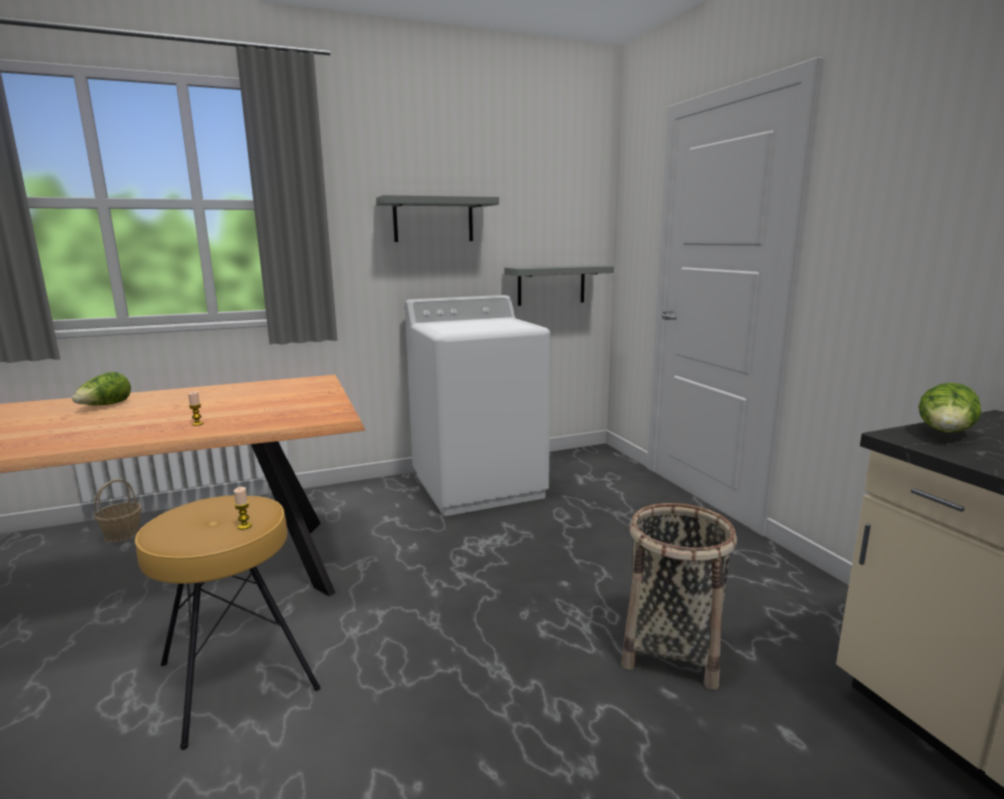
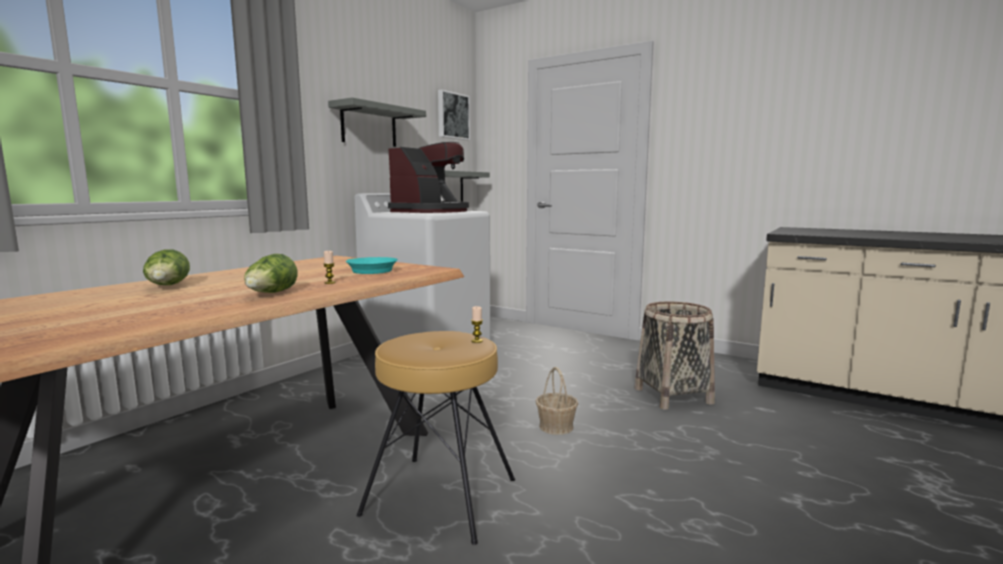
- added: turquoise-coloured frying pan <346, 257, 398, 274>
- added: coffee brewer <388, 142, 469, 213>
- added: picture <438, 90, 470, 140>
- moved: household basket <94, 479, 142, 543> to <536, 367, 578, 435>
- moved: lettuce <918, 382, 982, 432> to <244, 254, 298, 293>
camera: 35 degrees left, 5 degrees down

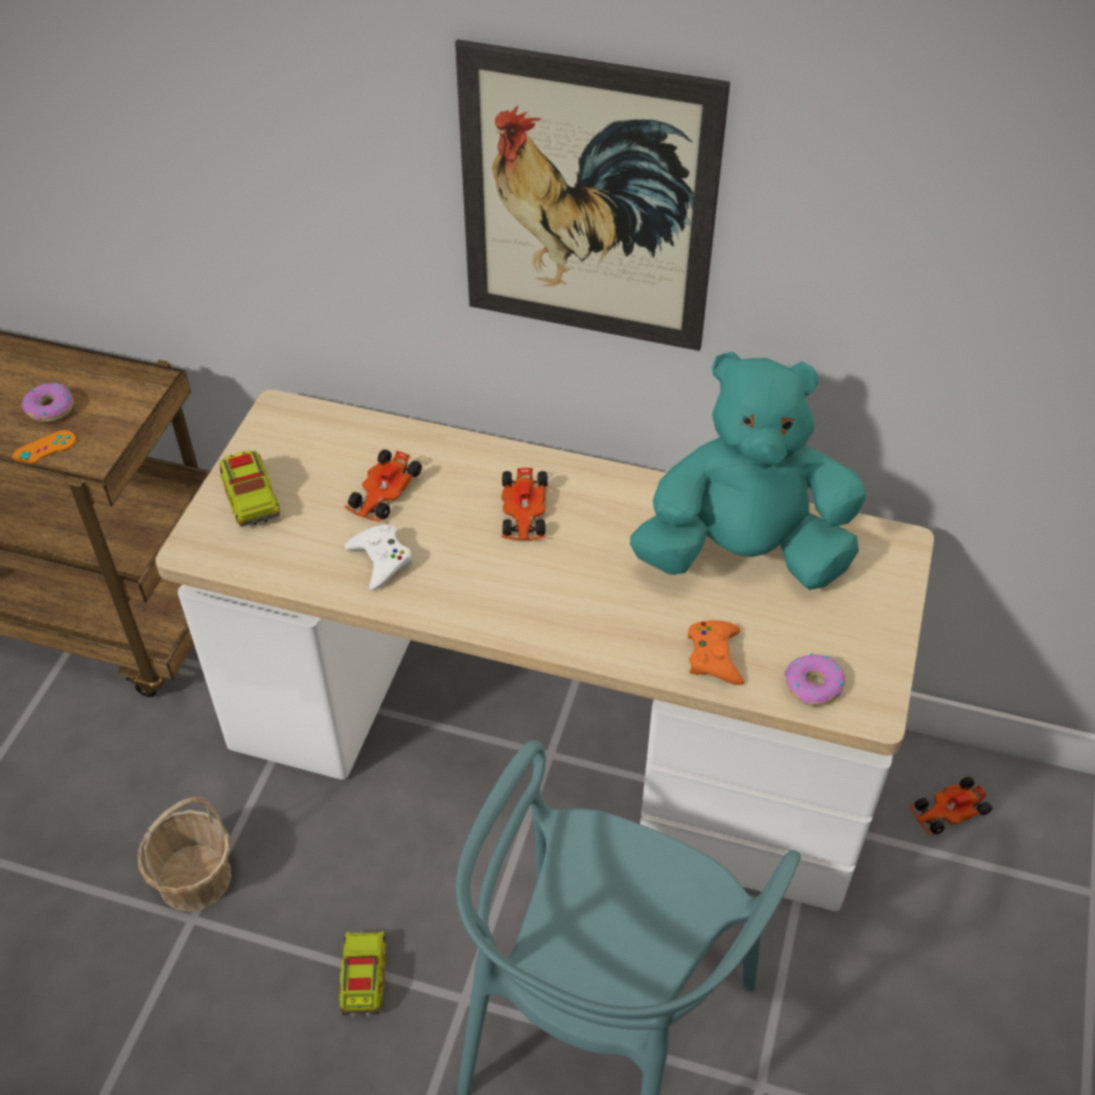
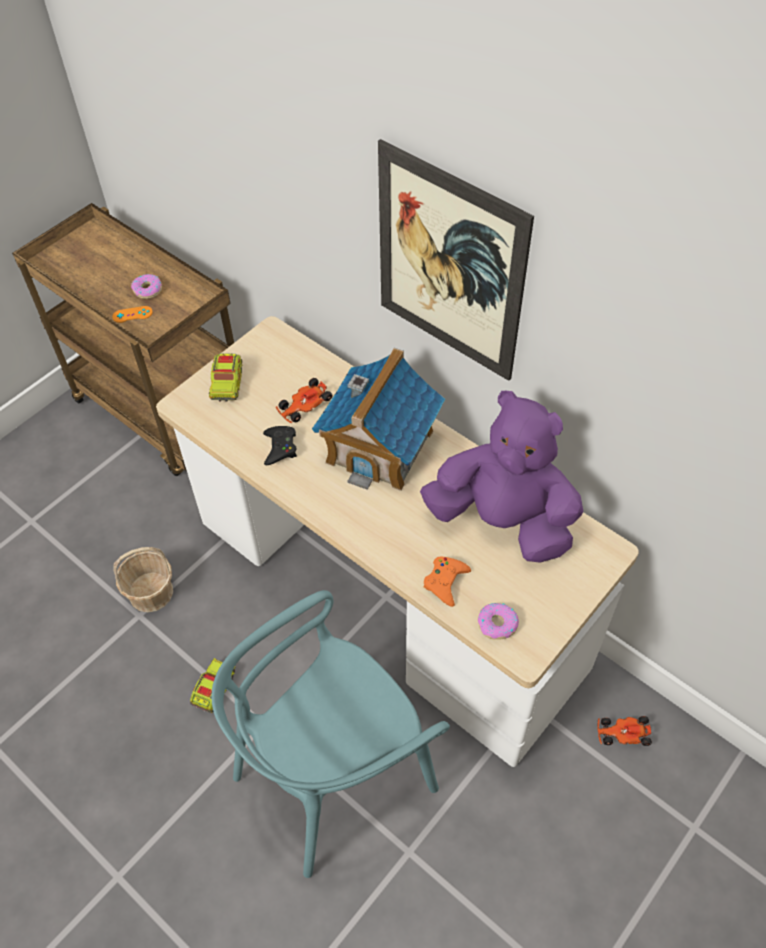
- replaced: toy car <501, 468, 548, 540> to model house <312, 348, 445, 491>
- recoloured: white game controller <345, 524, 413, 590> to black game controller <263, 426, 297, 465>
- recoloured: turquoise-coloured plush toy <630, 351, 866, 590> to purple plush toy <420, 391, 583, 563>
camera: 25 degrees right, 5 degrees up

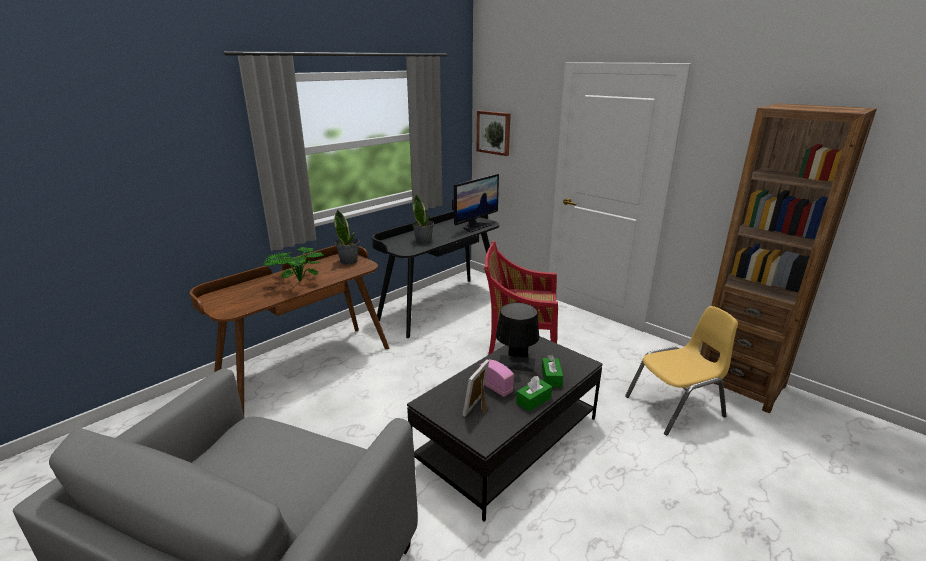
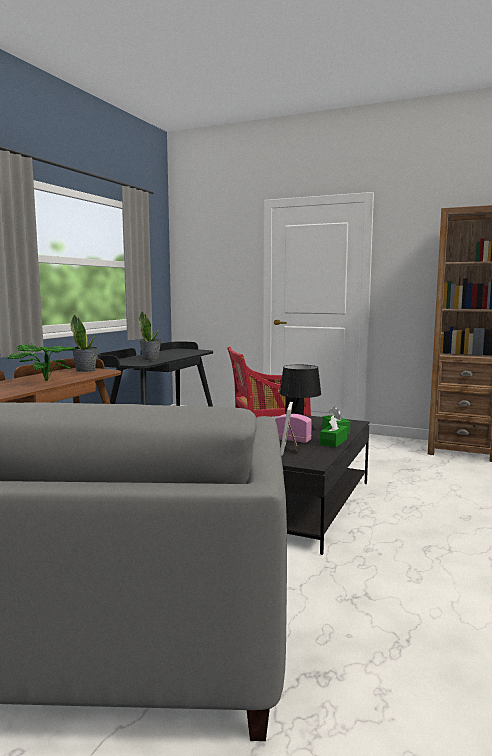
- removed: computer display <452, 174, 499, 232>
- removed: picture <477, 111, 511, 156>
- removed: yellowish upright chair <625, 306, 738, 435>
camera: 20 degrees left, 15 degrees down

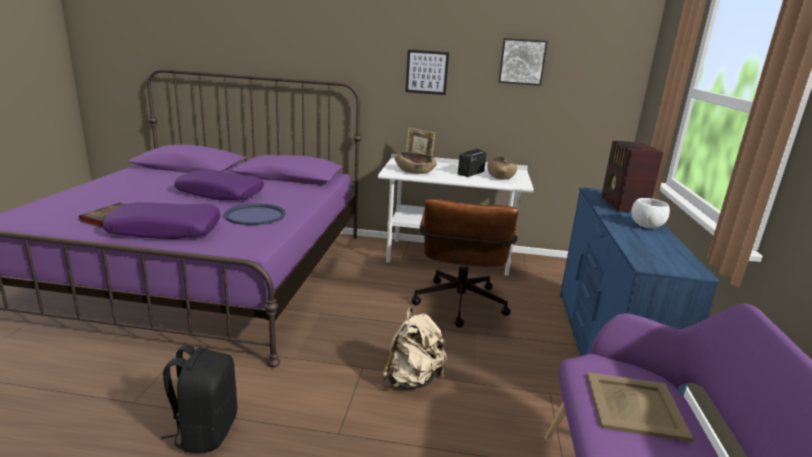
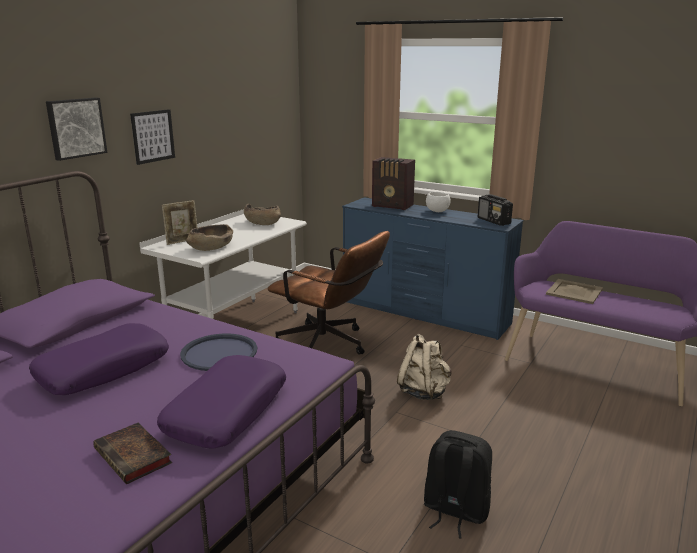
- moved: radio set <458, 149, 486, 177> to <478, 194, 513, 226>
- moved: picture <499, 38, 548, 86> to <46, 98, 108, 161>
camera: 65 degrees left, 0 degrees up

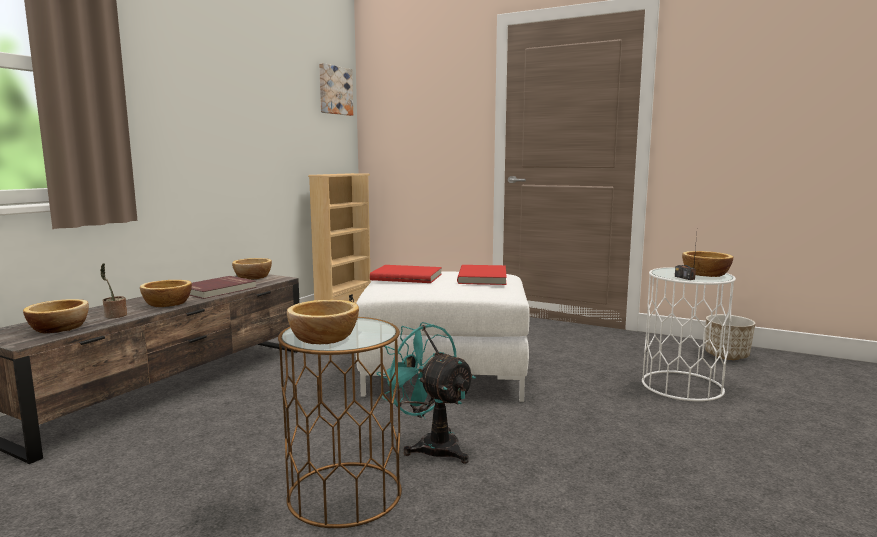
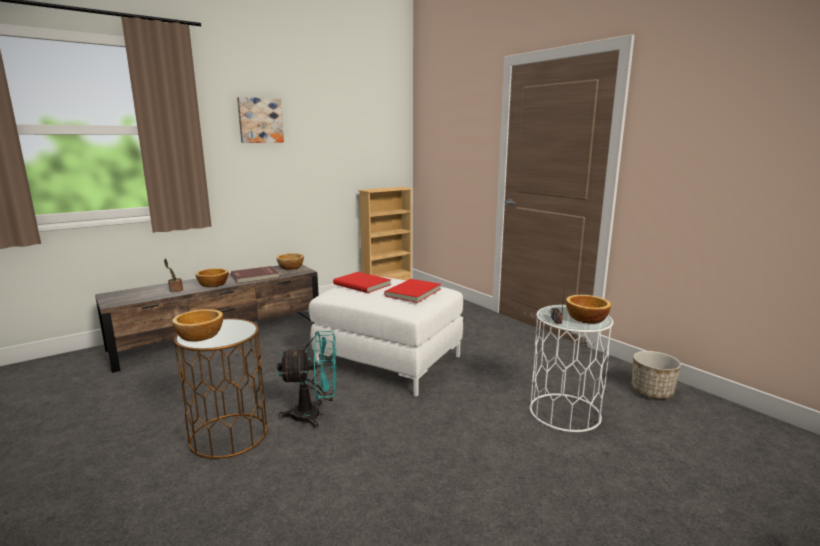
- removed: serving bowl <23, 299, 89, 333>
- moved: picture <319, 63, 353, 116> to <237, 97, 284, 143>
- turned: turquoise-coloured electric fan <377, 322, 476, 464> = <277, 331, 337, 429> 105 degrees clockwise
camera: 25 degrees right, 5 degrees up

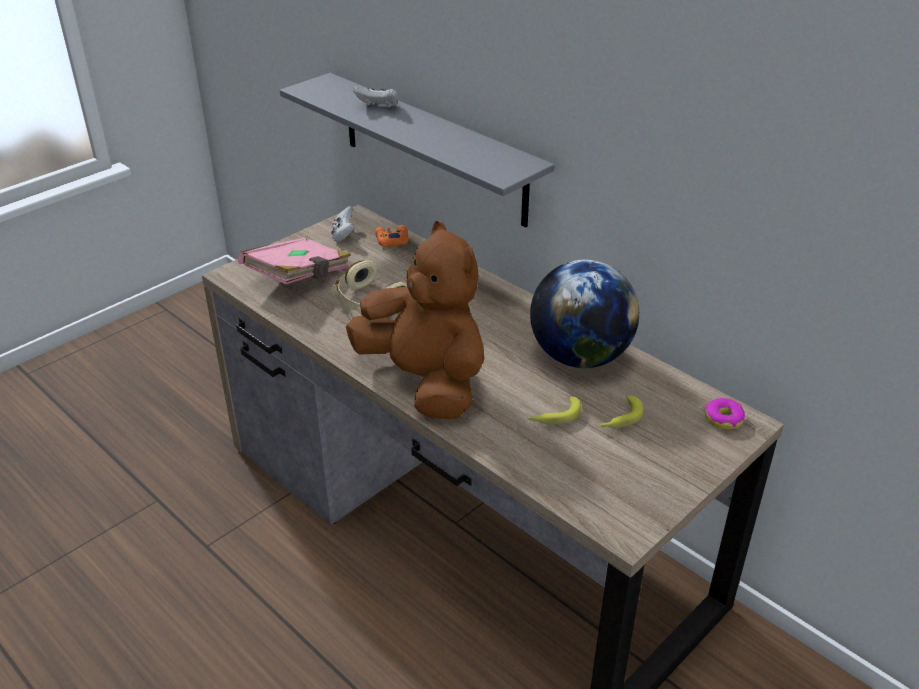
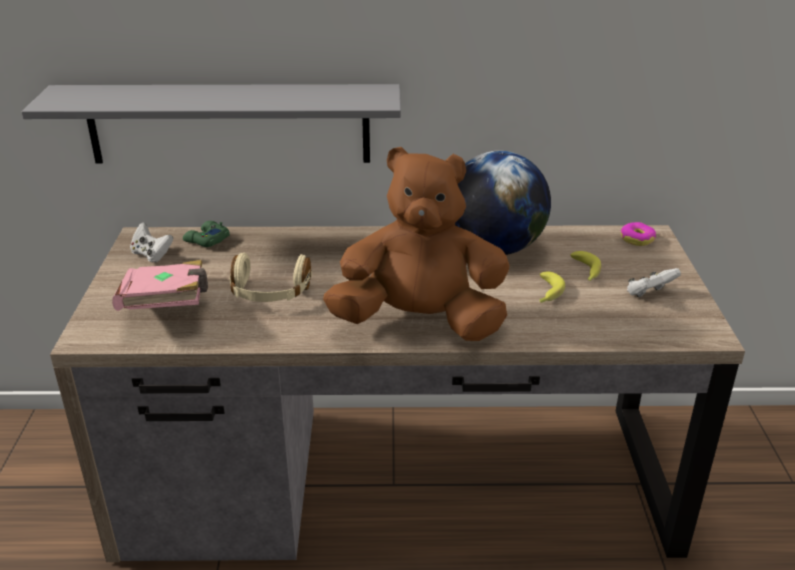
- moved: white game controller <353, 85, 398, 108> to <627, 268, 681, 297>
- recoloured: orange-coloured game controller <375, 225, 409, 247> to green-coloured game controller <183, 221, 230, 247>
camera: 45 degrees left, 5 degrees down

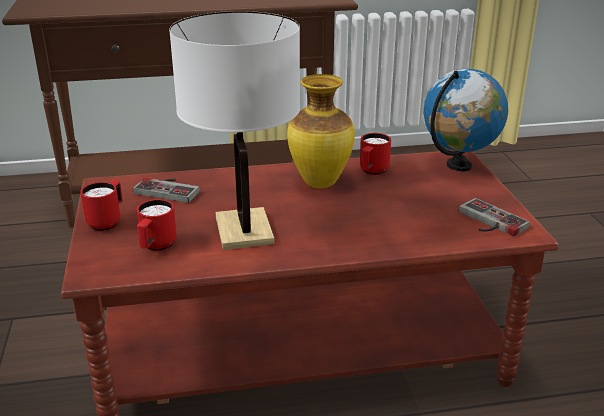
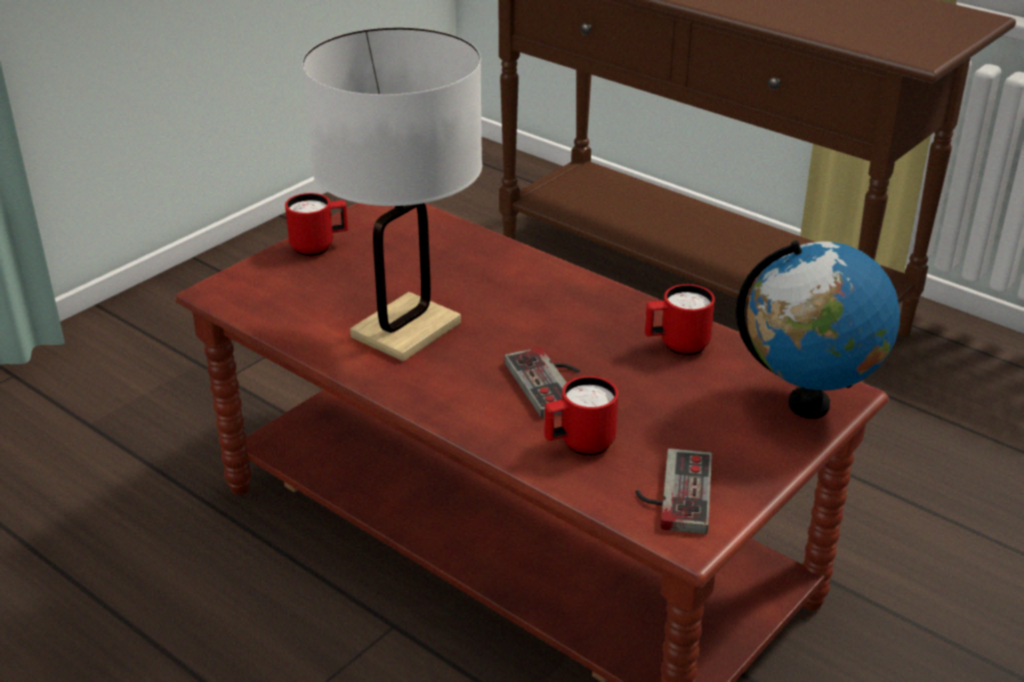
- removed: vase <287, 74, 355, 188>
- moved: game controller <133, 178, 200, 203> to <505, 347, 580, 418>
- moved: reddish mug <137, 199, 177, 251> to <544, 376, 618, 456>
camera: 50 degrees right, 5 degrees up

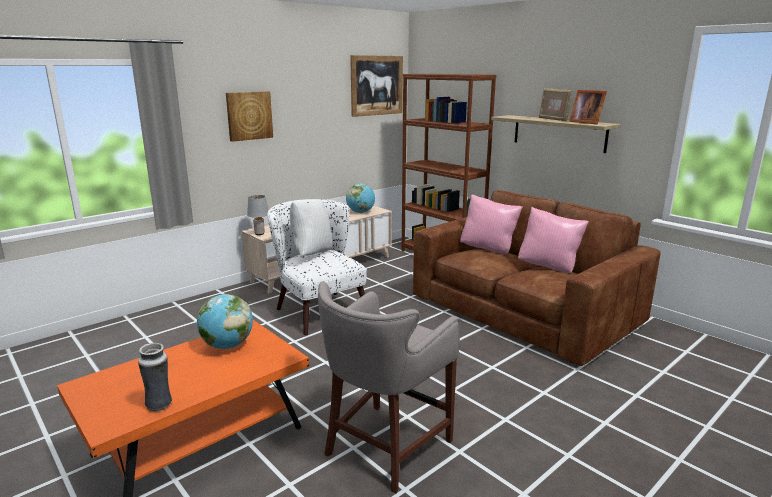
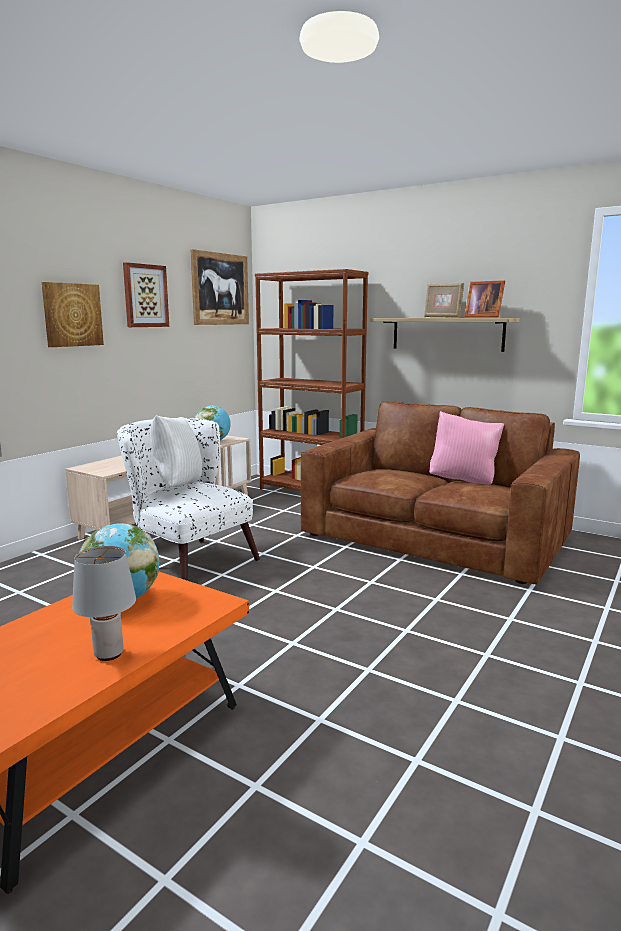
- removed: vase <138, 343, 172, 411>
- removed: greyish stool seat <318, 282, 460, 493>
- removed: pink-coloured pillow <460, 194, 523, 254>
- added: picture <123, 262, 169, 327>
- moved: greyish table lamp <247, 195, 269, 235> to <72, 546, 136, 661>
camera: 15 degrees left, 5 degrees down

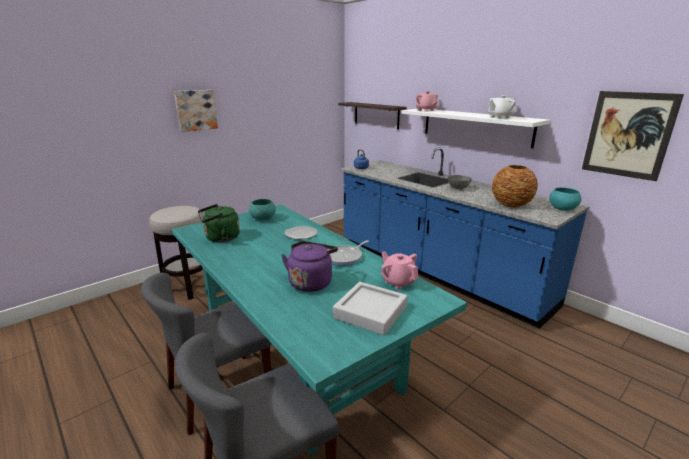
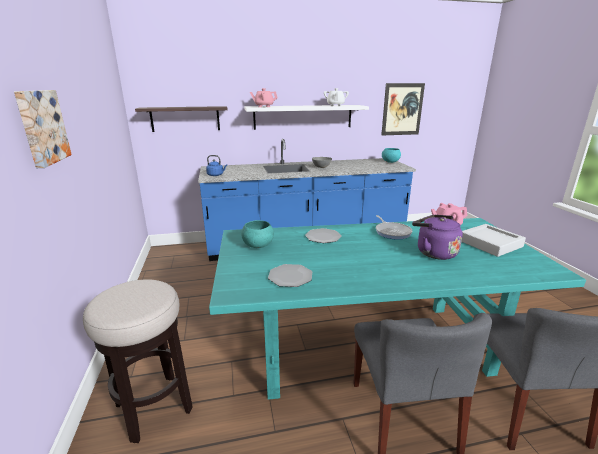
- removed: vase <492, 165, 538, 208>
- replaced: green-coloured tea kettle <198, 204, 240, 242> to plate <268, 264, 312, 287>
camera: 60 degrees left, 0 degrees up

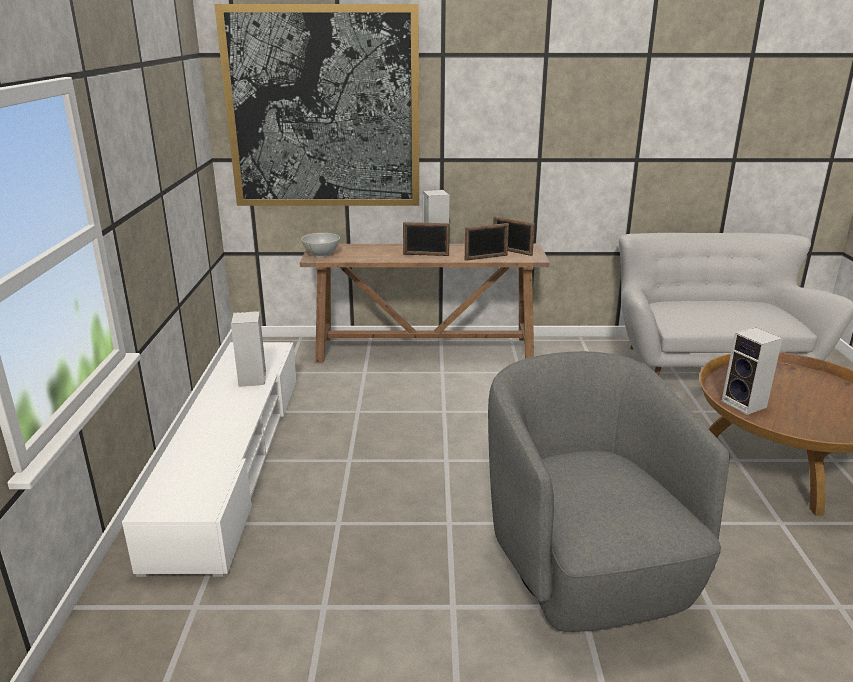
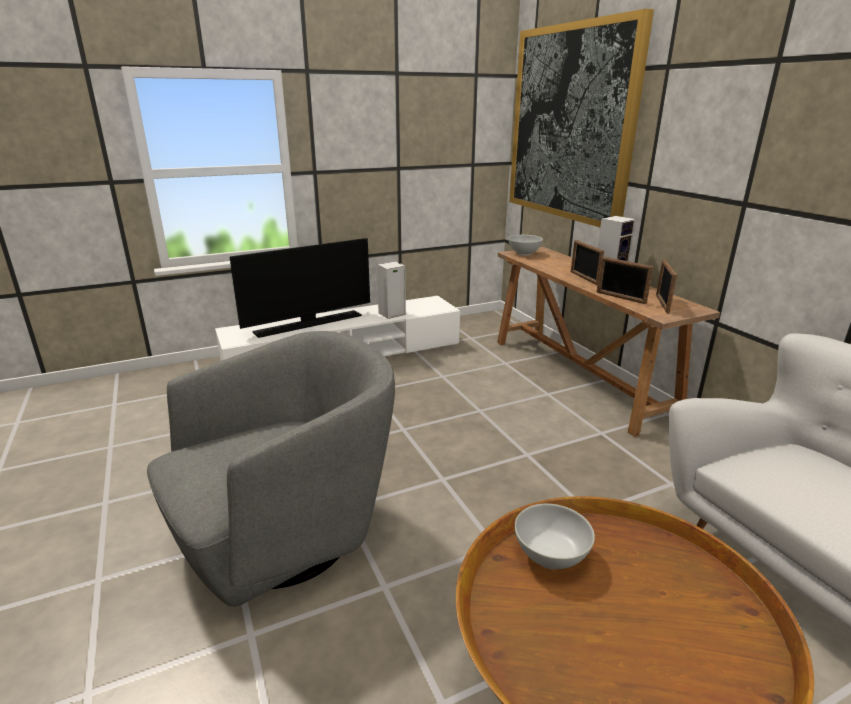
- added: TV set <230, 238, 370, 338>
- replaced: loudspeaker <722, 327, 783, 415> to white serving bowl <515, 504, 595, 569>
camera: 65 degrees right, 0 degrees up

